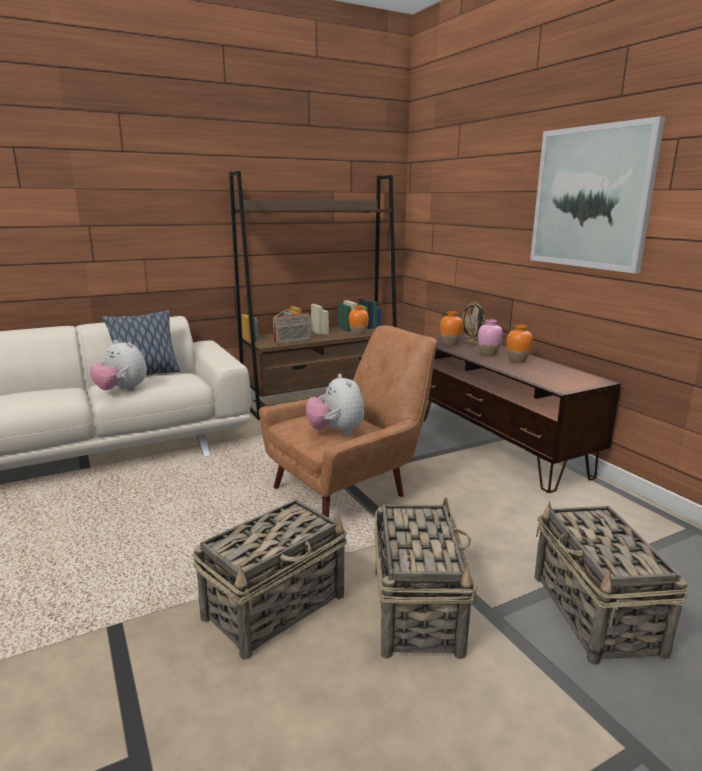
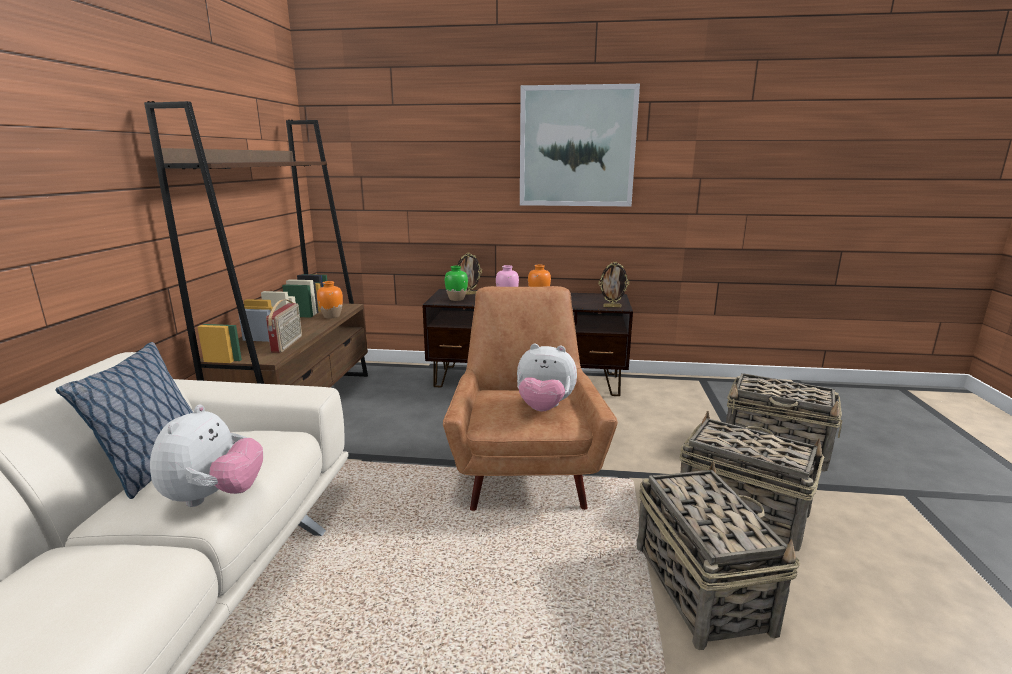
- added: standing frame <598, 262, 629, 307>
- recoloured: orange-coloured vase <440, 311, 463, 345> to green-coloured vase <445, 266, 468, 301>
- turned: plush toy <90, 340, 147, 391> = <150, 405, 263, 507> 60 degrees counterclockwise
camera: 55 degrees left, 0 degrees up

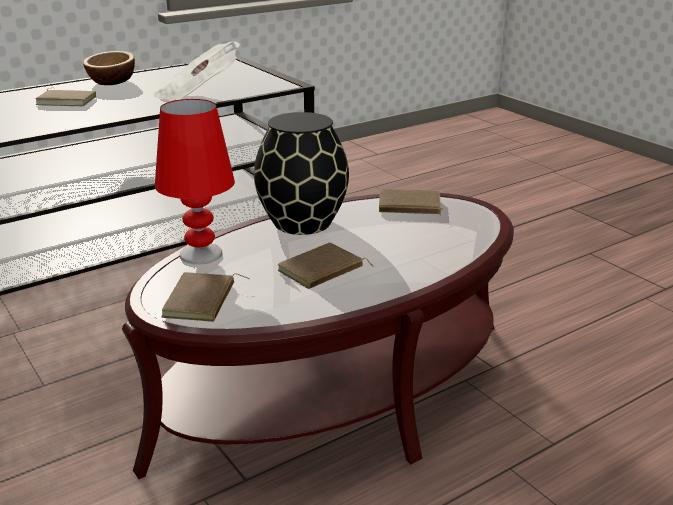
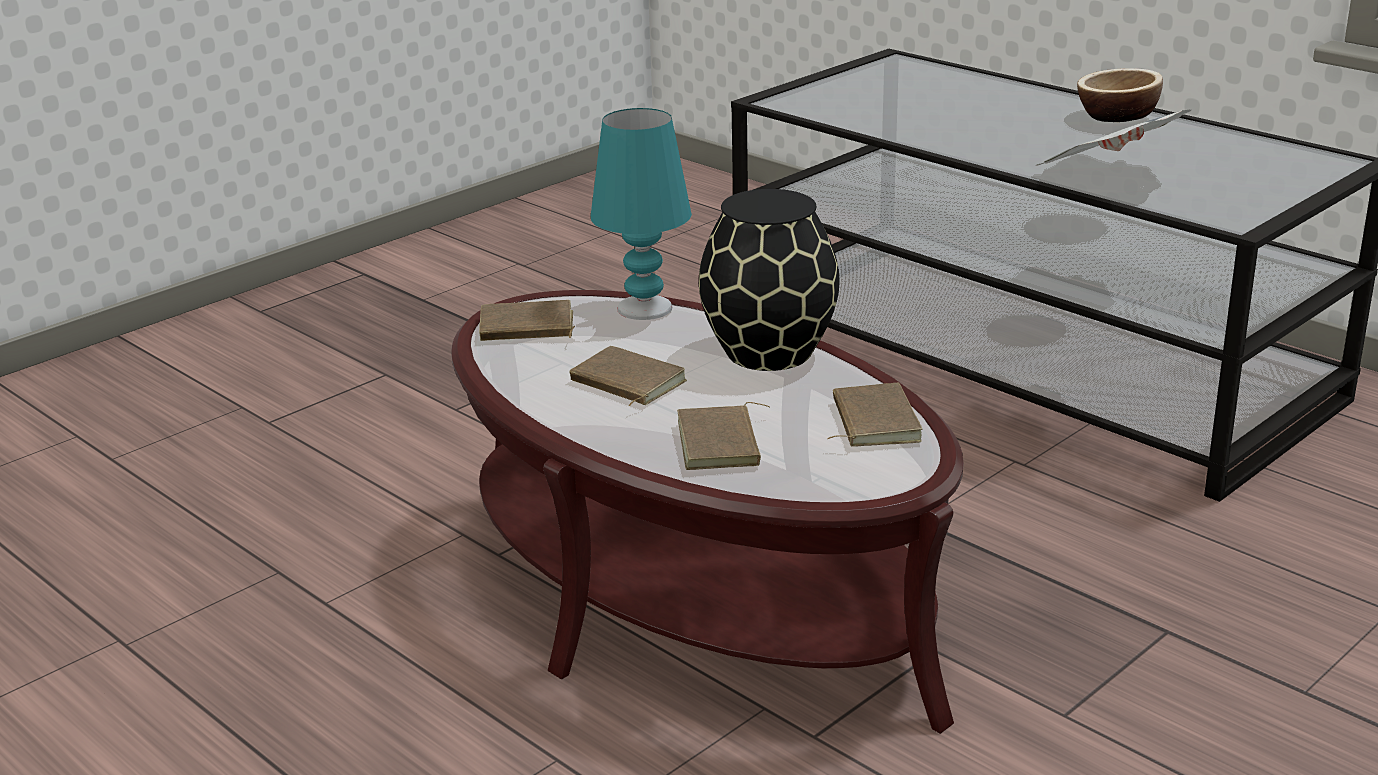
- moved: brown bound book <35, 88, 96, 106> to <677, 402, 770, 470>
- recoloured: reddish table lamp <155, 99, 235, 264> to turquoise-coloured table lamp <591, 108, 692, 320>
camera: 80 degrees right, 0 degrees up

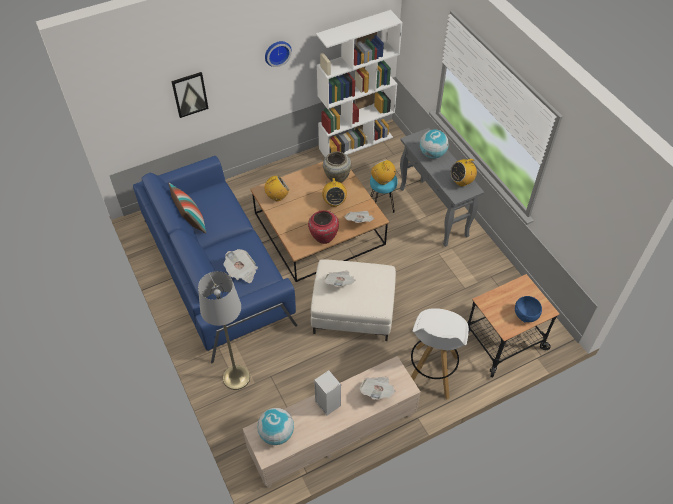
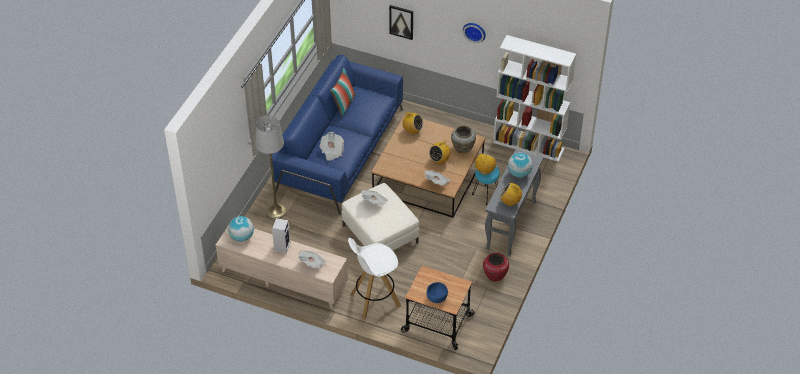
- moved: reddish vase <308, 210, 339, 244> to <483, 253, 509, 281>
camera: 50 degrees right, 5 degrees down

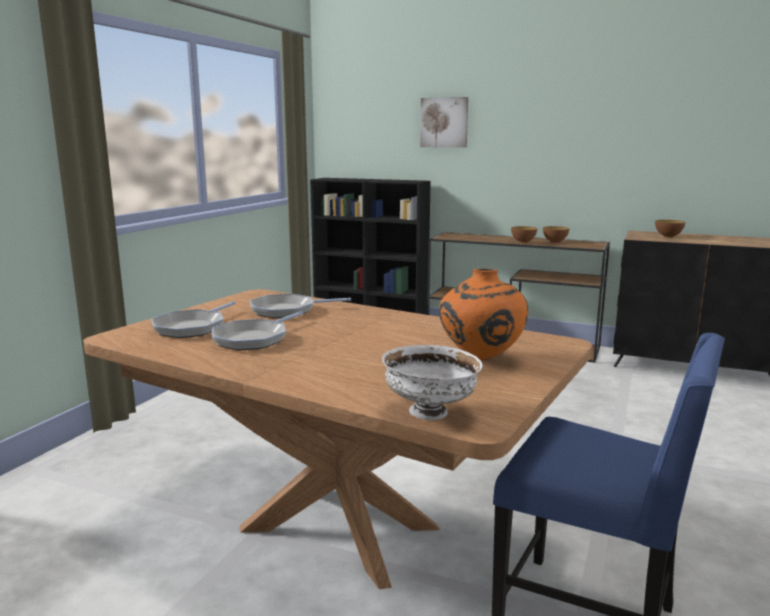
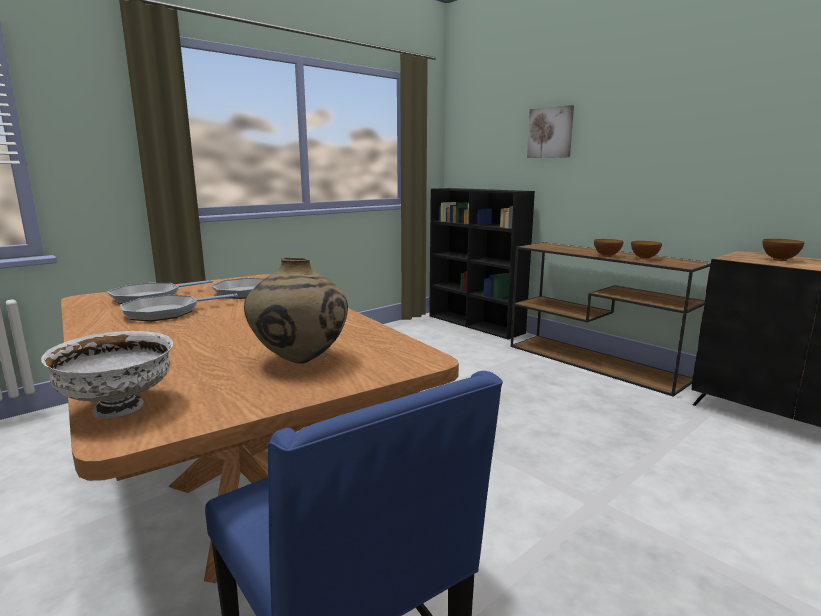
- recoloured: orange-coloured vase <439, 268, 528, 360> to beige-coloured vase <244, 258, 348, 364>
camera: 25 degrees right, 0 degrees up

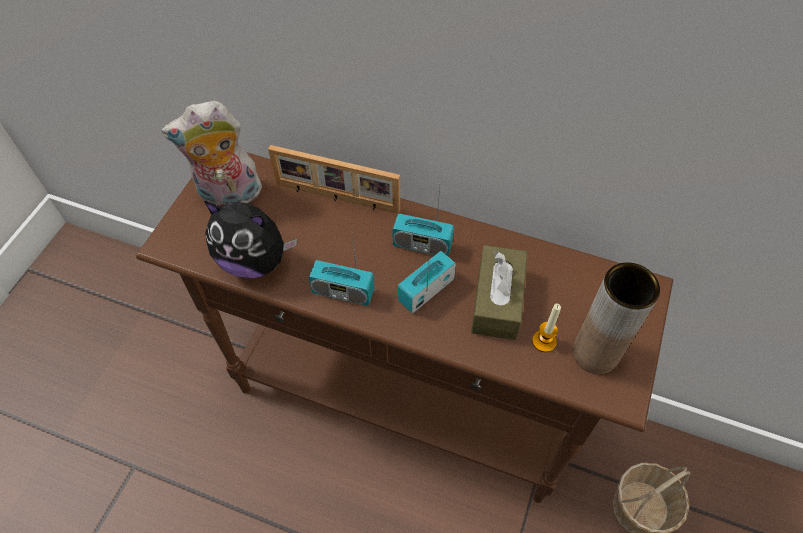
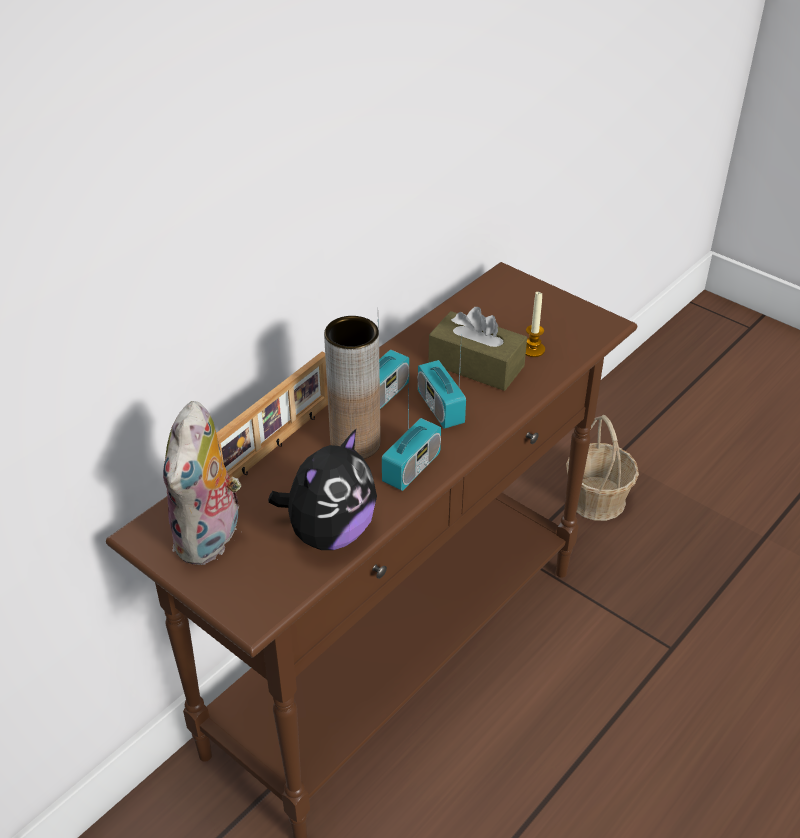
- moved: brown vase <573, 262, 660, 374> to <324, 316, 381, 459>
camera: 70 degrees left, 15 degrees down

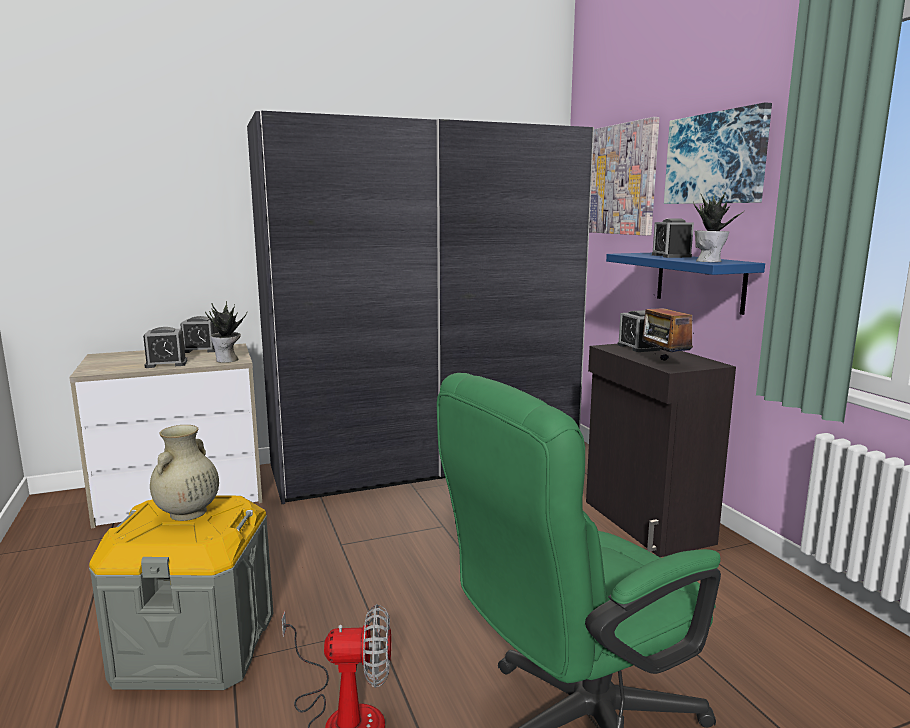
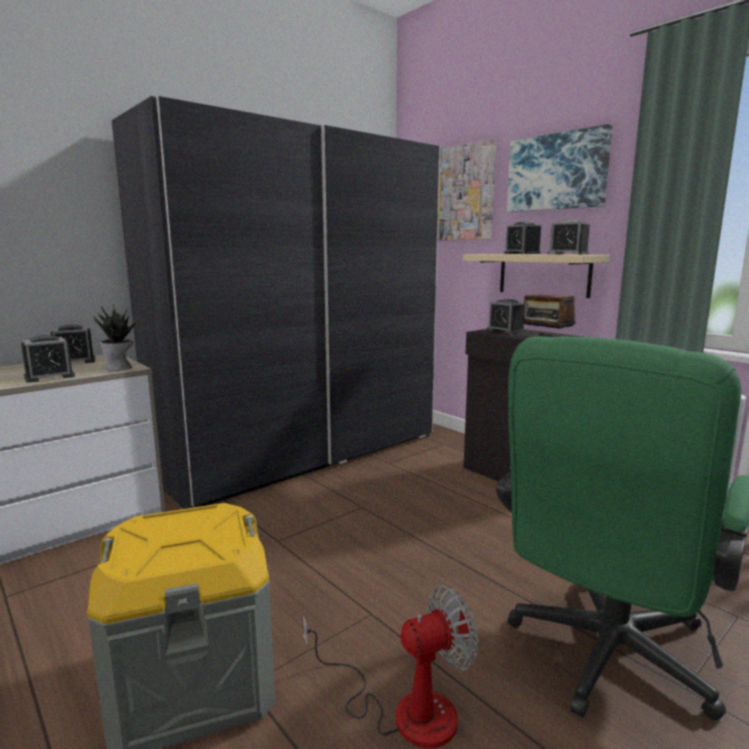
- removed: beige-coloured vase <150, 425, 219, 521>
- replaced: potted plant <693, 192, 743, 262> to bedside clock <548, 219, 590, 255>
- recoloured: bluish bracket shelf <606, 253, 765, 315> to beige-coloured bracket shelf <463, 254, 610, 298>
camera: 20 degrees left, 0 degrees up

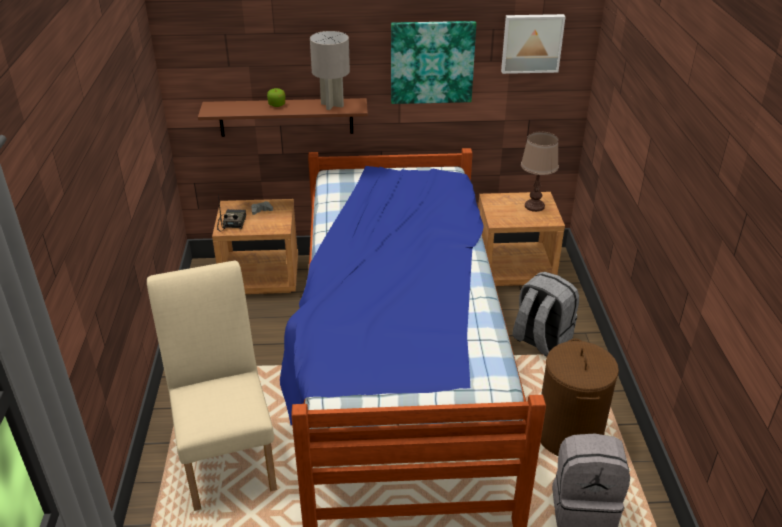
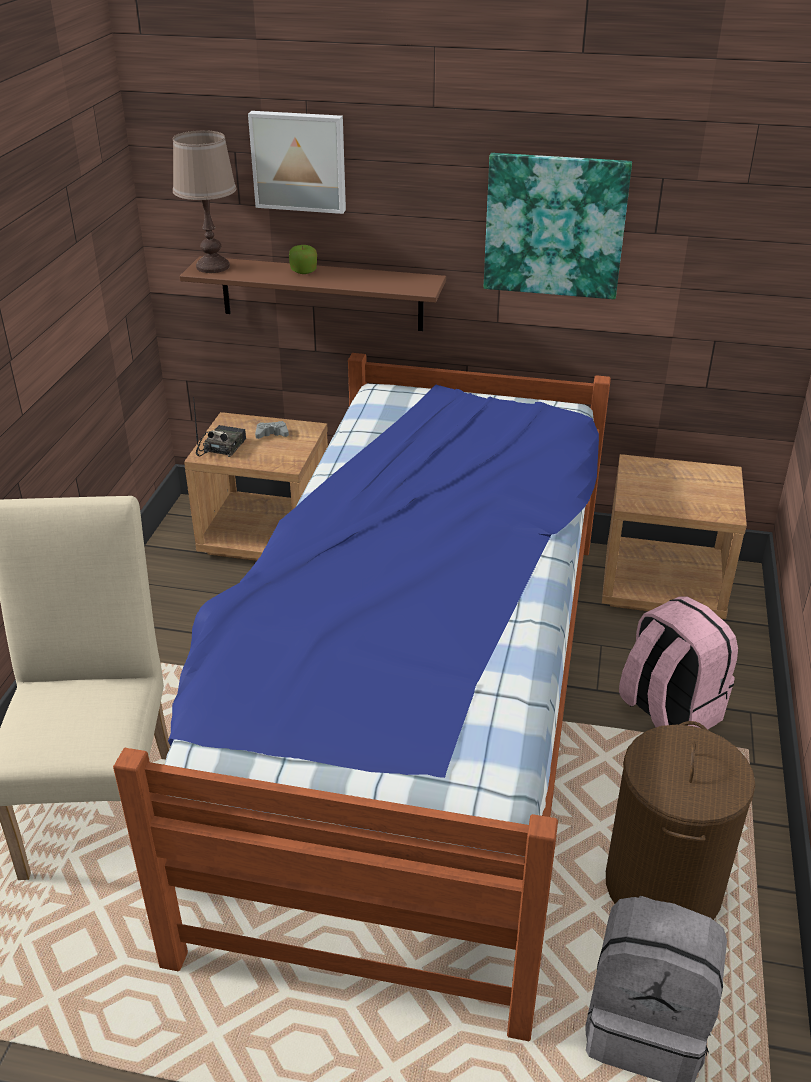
- removed: greyish table lamp <310, 31, 350, 110>
- moved: picture <501, 14, 565, 74> to <248, 111, 346, 214>
- moved: brown table lamp <521, 132, 559, 212> to <173, 130, 236, 273>
- recoloured: greyish rucksack <512, 272, 579, 356> to pink-coloured rucksack <619, 596, 738, 729>
camera: 15 degrees right, 0 degrees up

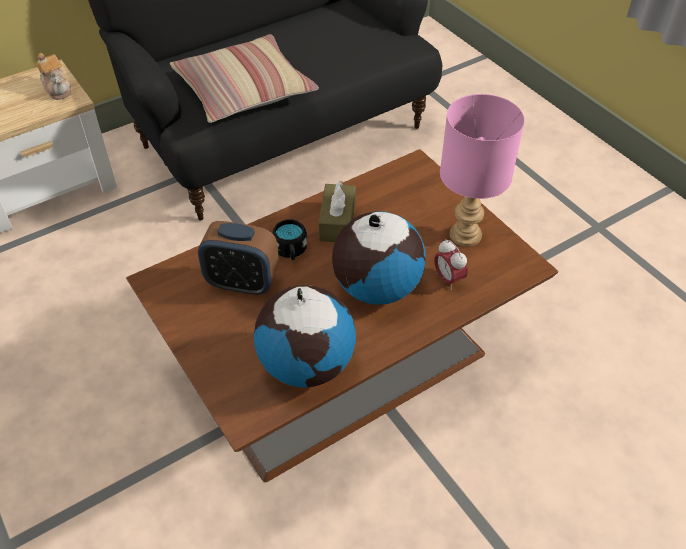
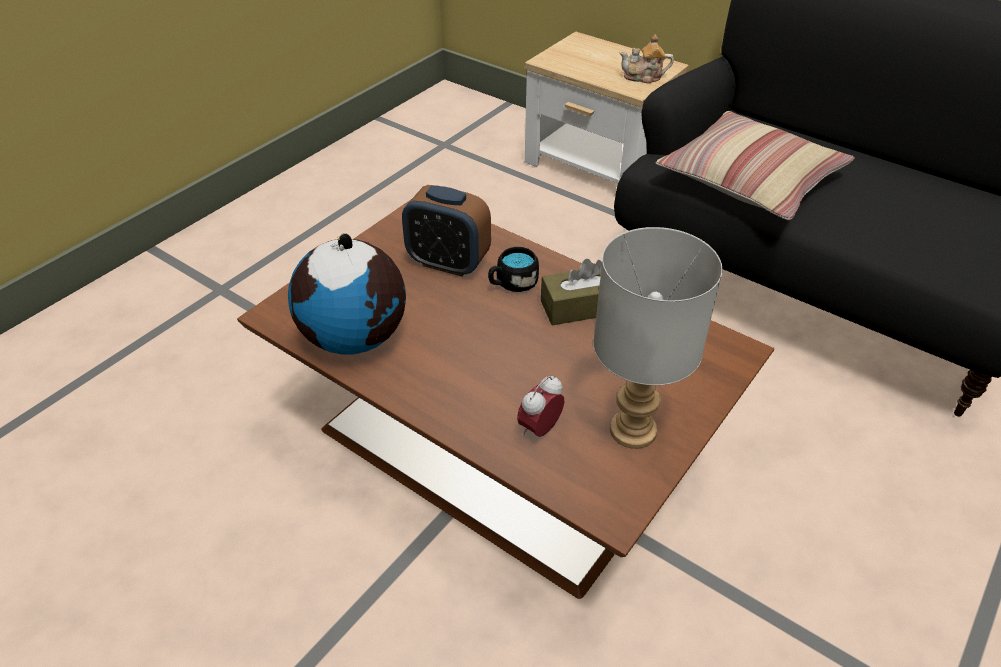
- removed: desk globe <332, 211, 426, 305>
- recoloured: pink-coloured table lamp <440, 94, 525, 247> to greyish table lamp <593, 227, 722, 449>
- turned: pot for tea <36, 53, 72, 100> = <619, 35, 674, 83> 60 degrees clockwise
- turned: bedside clock <198, 221, 279, 296> = <402, 185, 491, 277> 60 degrees counterclockwise
camera: 70 degrees right, 5 degrees down

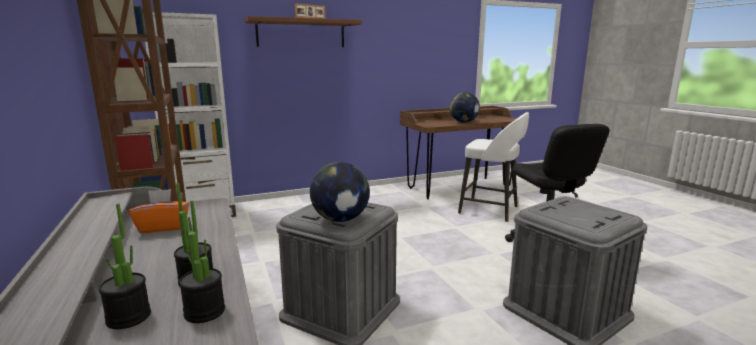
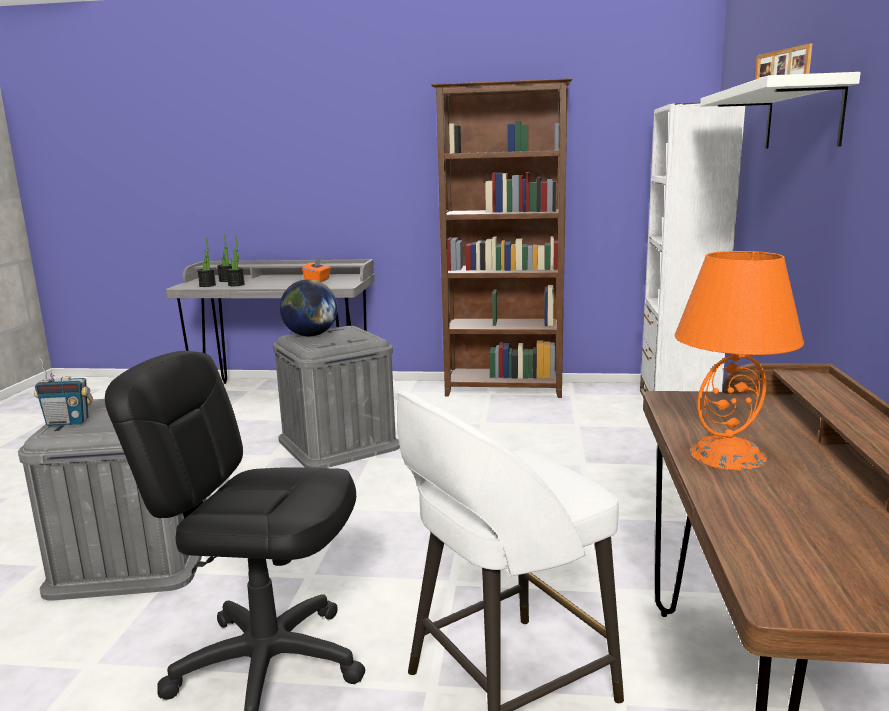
- added: radio set <34, 357, 93, 426>
- replaced: desk globe <450, 92, 480, 122> to orange-coloured table lamp <675, 251, 804, 470>
- recoloured: brown bracket shelf <245, 16, 362, 47> to white bracket shelf <700, 72, 861, 148>
camera: 120 degrees right, 0 degrees up

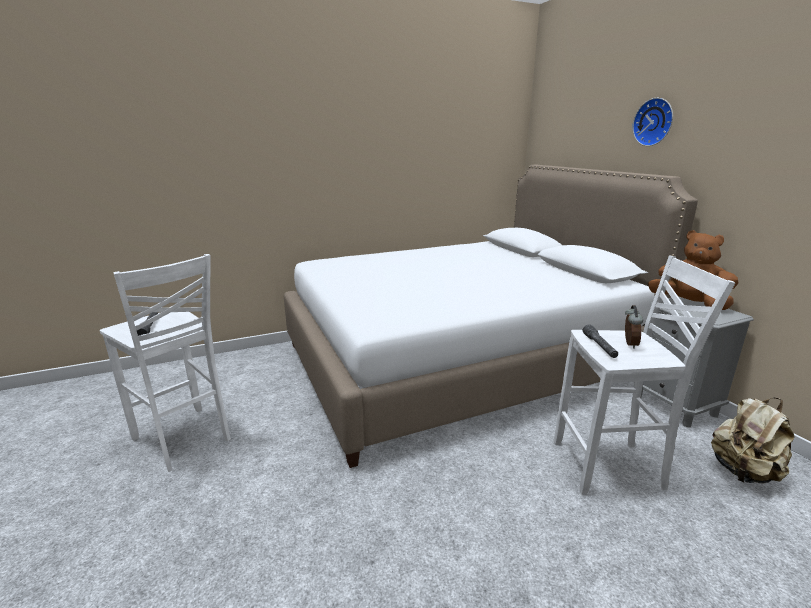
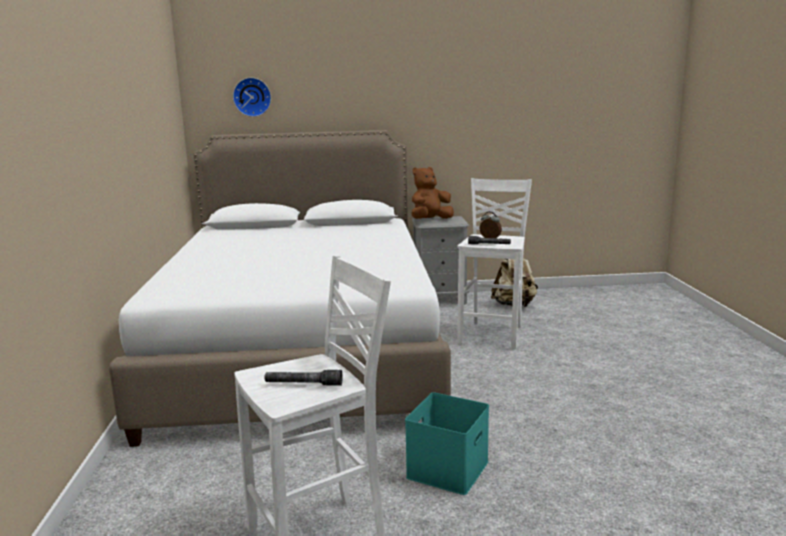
- added: turquoise-coloured storage container <405, 392, 489, 495>
- moved: hanging clock <632, 98, 673, 146> to <233, 77, 271, 117>
camera: 70 degrees left, 5 degrees down

